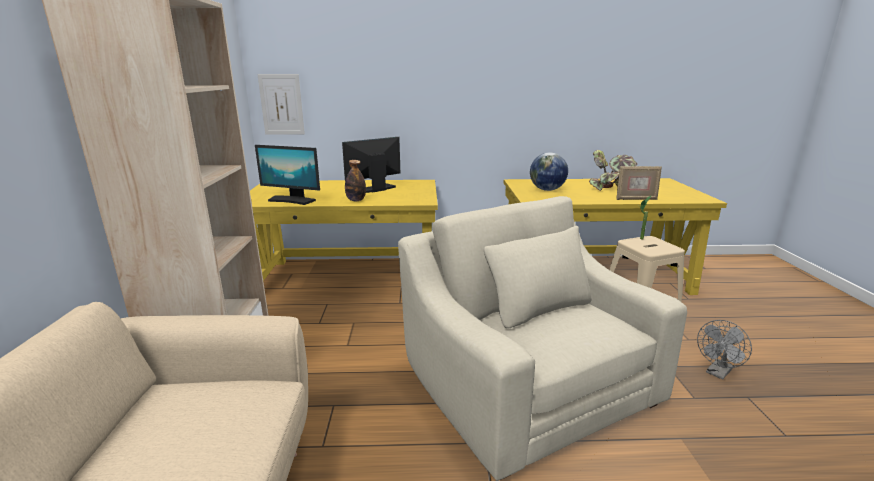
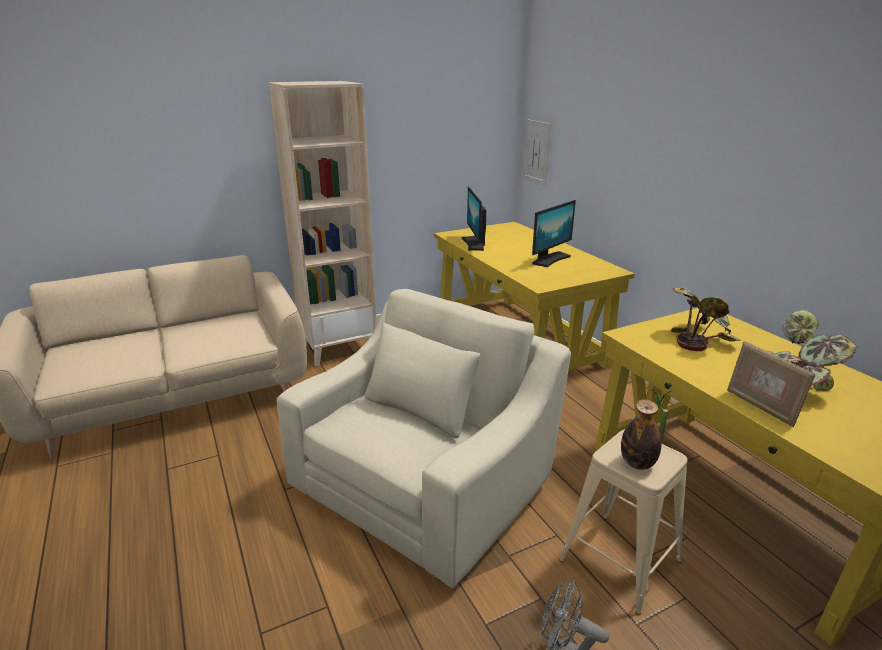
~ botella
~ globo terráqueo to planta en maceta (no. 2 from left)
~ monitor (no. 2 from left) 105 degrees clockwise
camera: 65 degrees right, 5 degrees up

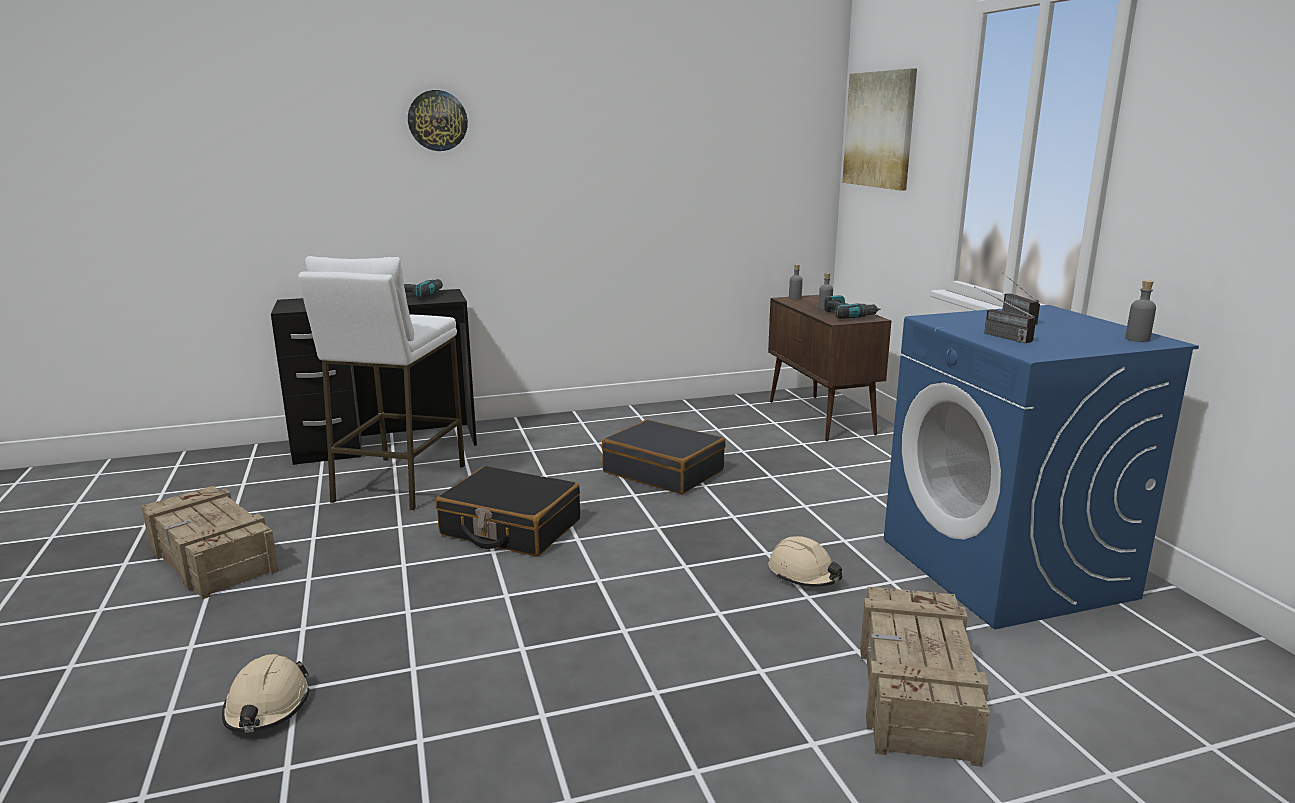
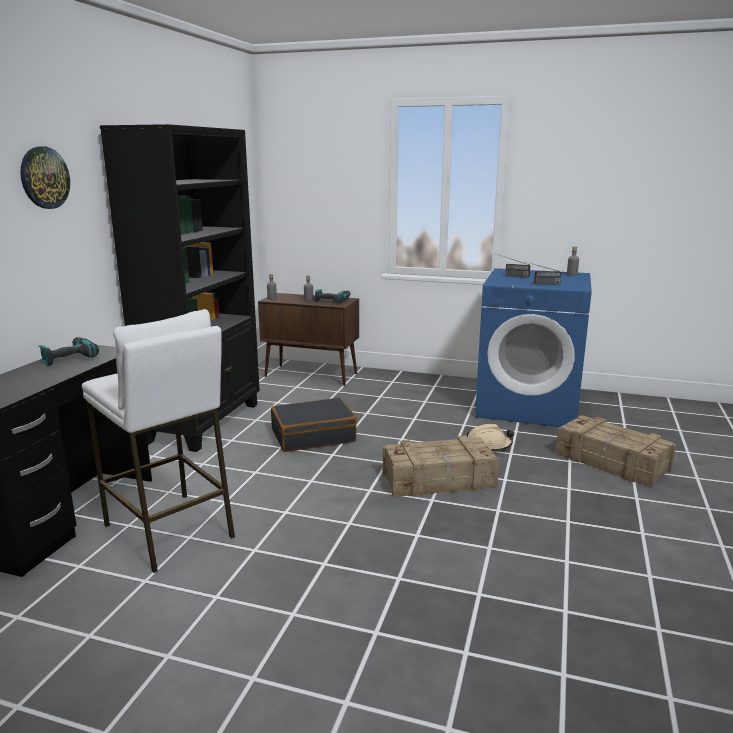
- casco (beis) (no. 1 from left)
- maleta (negro) (no. 1 from left)
- cuadro
+ estantería (negro)
~ caja de embalaje (no. 1 from left)
camera: 55 degrees left, 0 degrees up

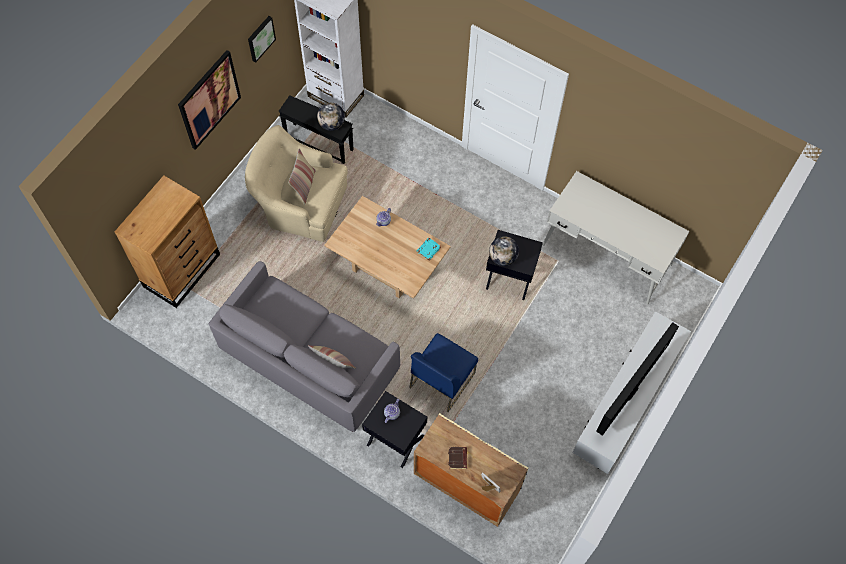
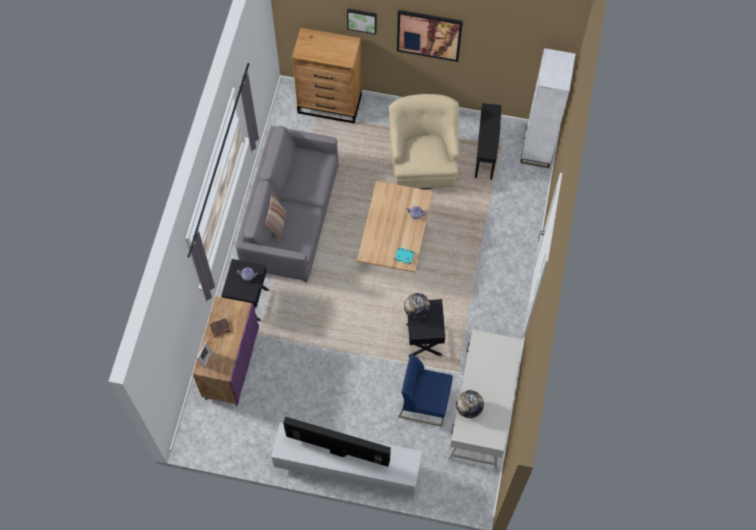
- cojín (no. 1 from left)
~ cuadro (no. 2 from left in the first image) to cuadro (no. 1 from left)
~ globo terráqueo (no. 1 from left in the first image) to globo terráqueo (no. 2 from left)
~ silla (azul)
~ armario (beis) to armario (morado)
camera: 70 degrees right, 0 degrees up

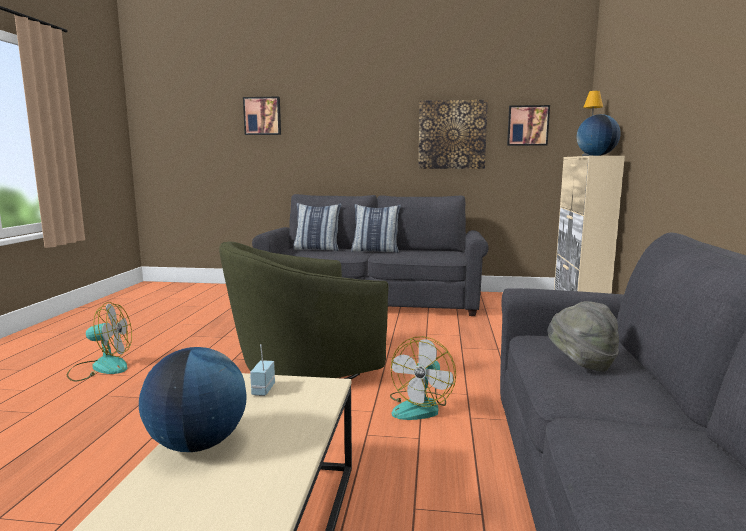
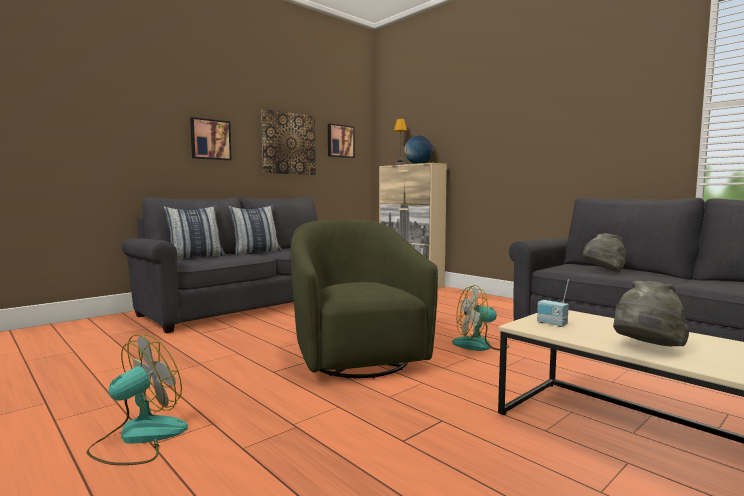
~ cuadro (no. 1 from left)
~ globo terráqueo (no. 1 from left) to sombrero (gris) (no. 2 from left)
~ sillón (verde) 150 degrees clockwise
~ ventilador (no. 2 from left) 105 degrees clockwise
camera: 50 degrees left, 5 degrees down

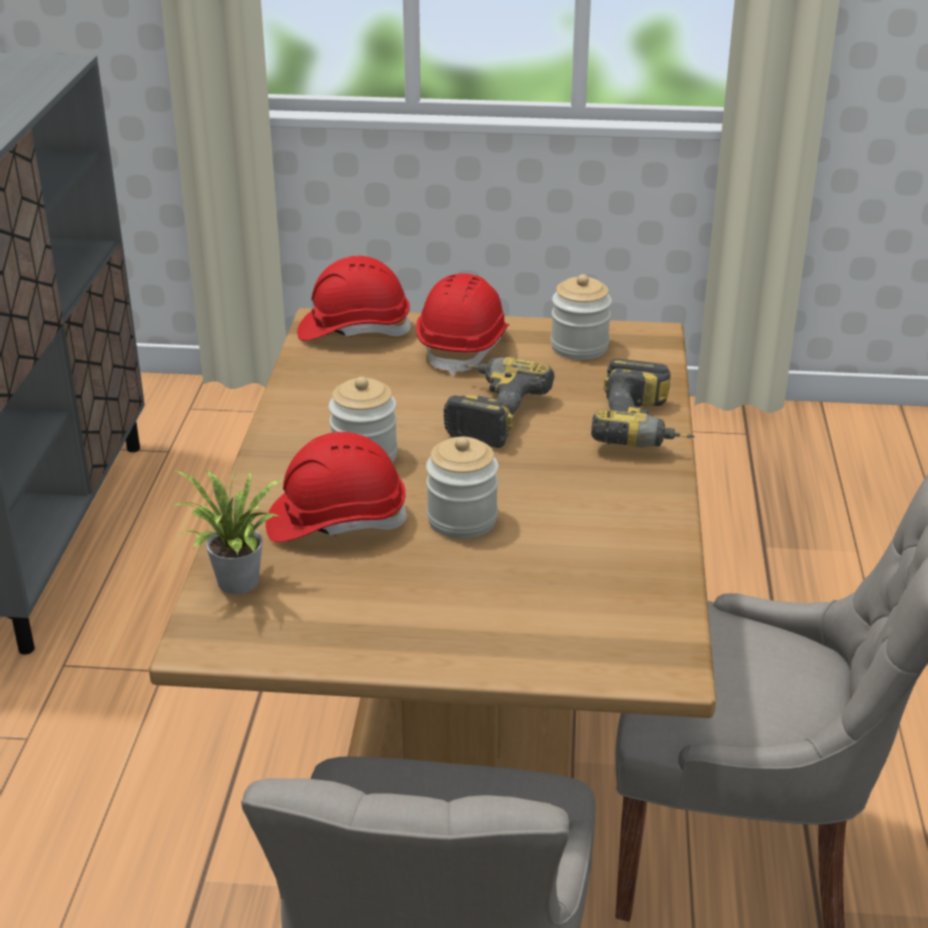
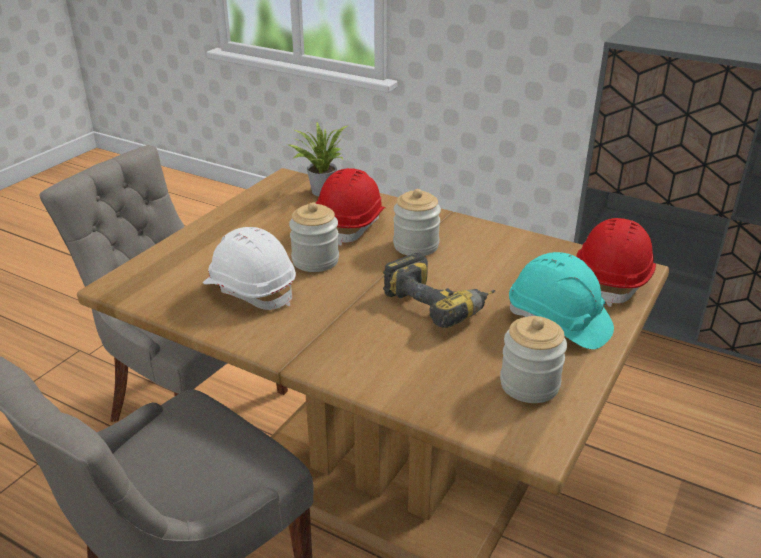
- taladro (no. 2 from left)
+ casco (blanco)
~ casco (rojo) (no. 3 from left) to casco (turquesa)
camera: 115 degrees right, 0 degrees up

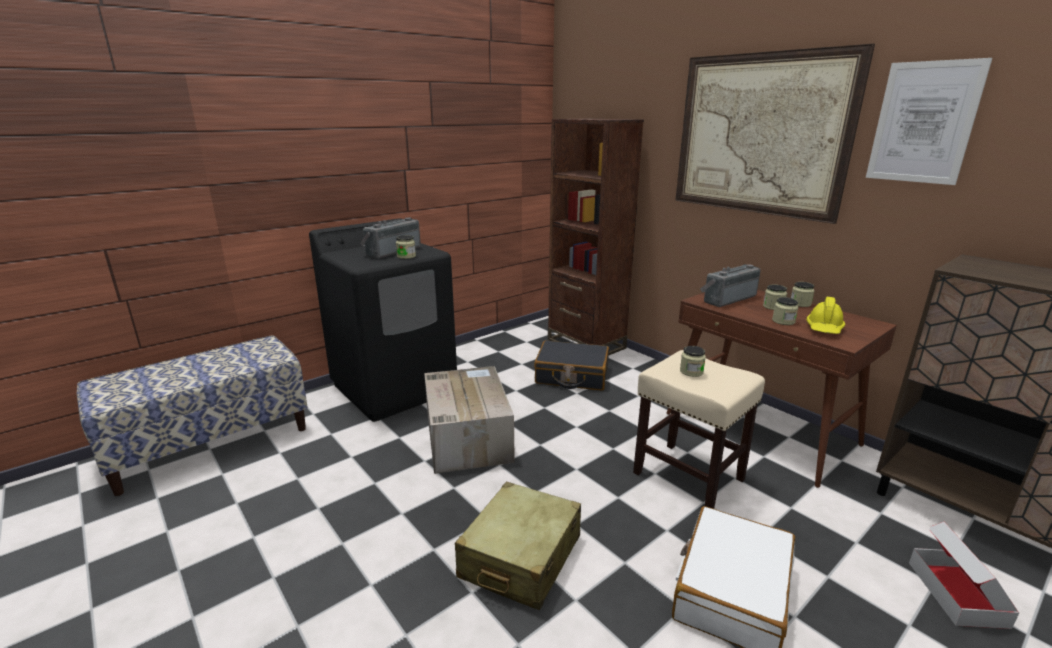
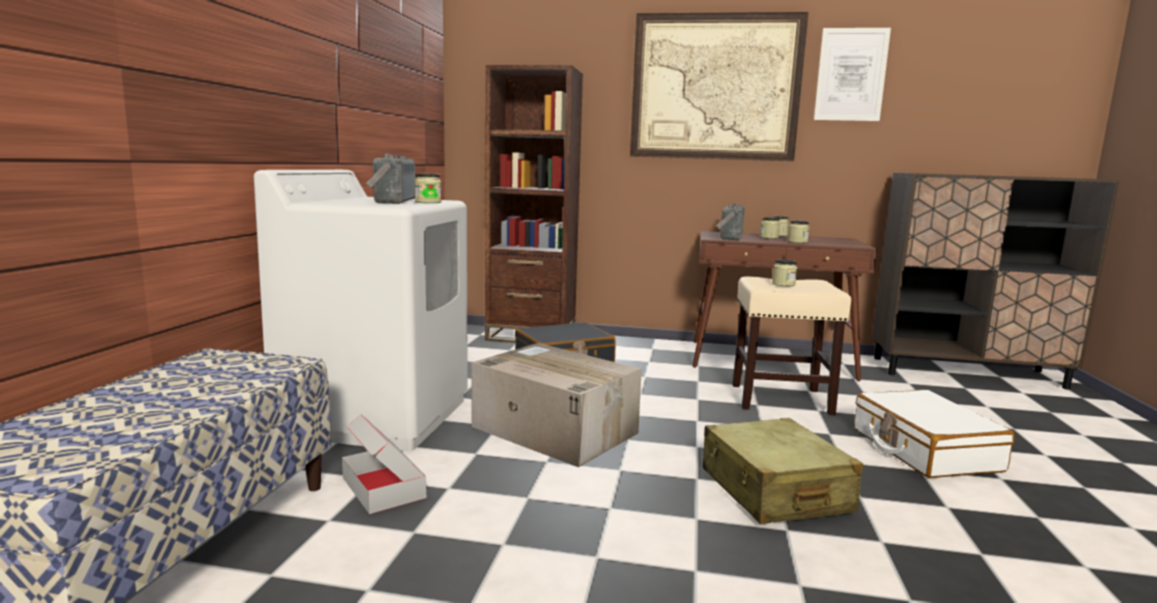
- casco (amarillo)
~ caja de cartón (no. 2 from left in the first image) to caja de cartón (no. 1 from left)
~ lavadora (negro) to lavadora (blanco)
camera: 40 degrees left, 10 degrees down

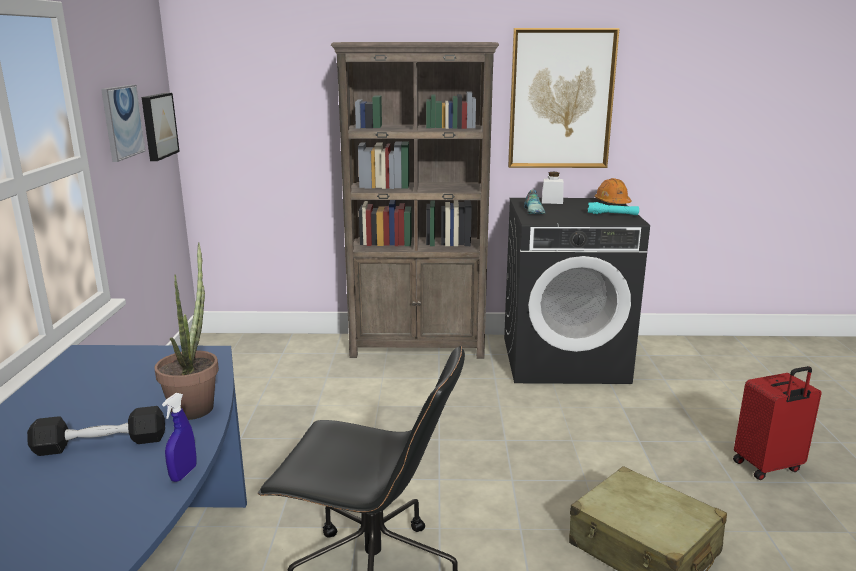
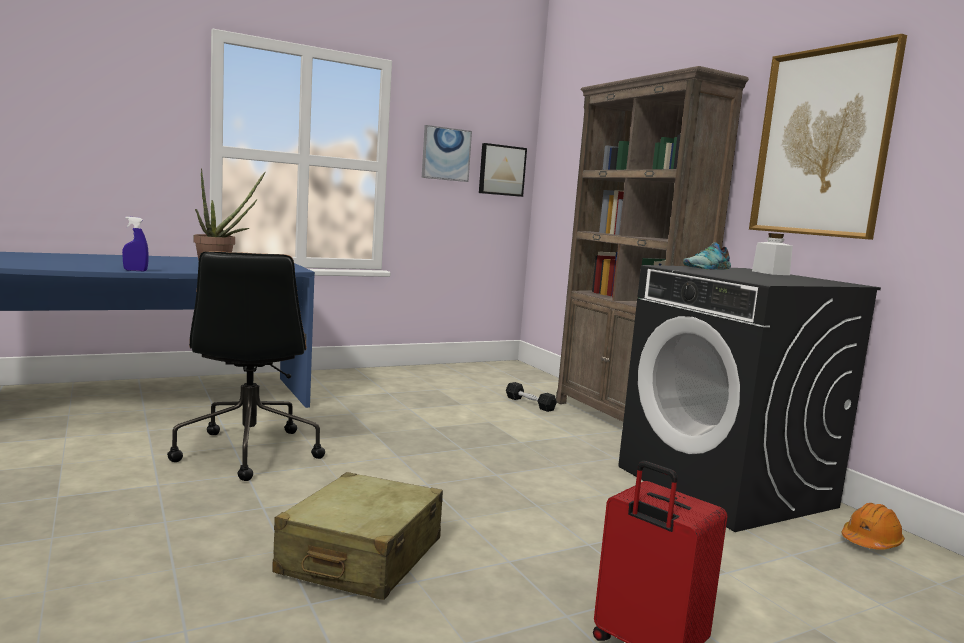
- linterna (turquesa)
~ mancuerna (negro)
~ casco (naranja)
camera: 60 degrees right, 10 degrees down

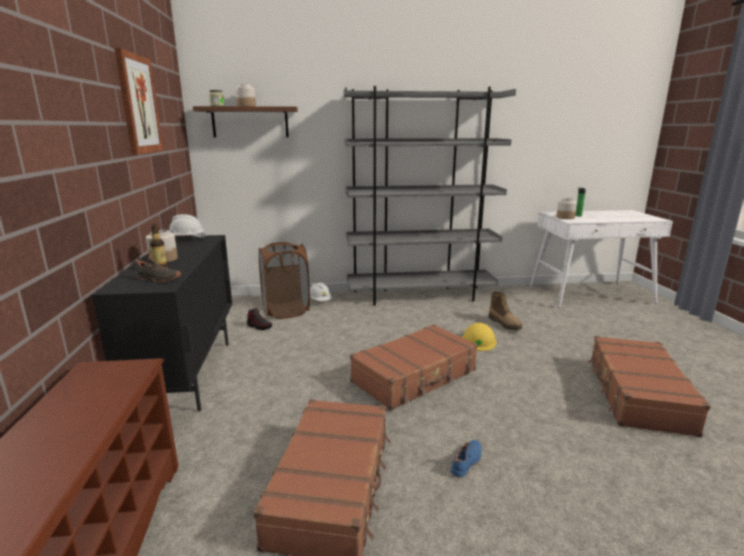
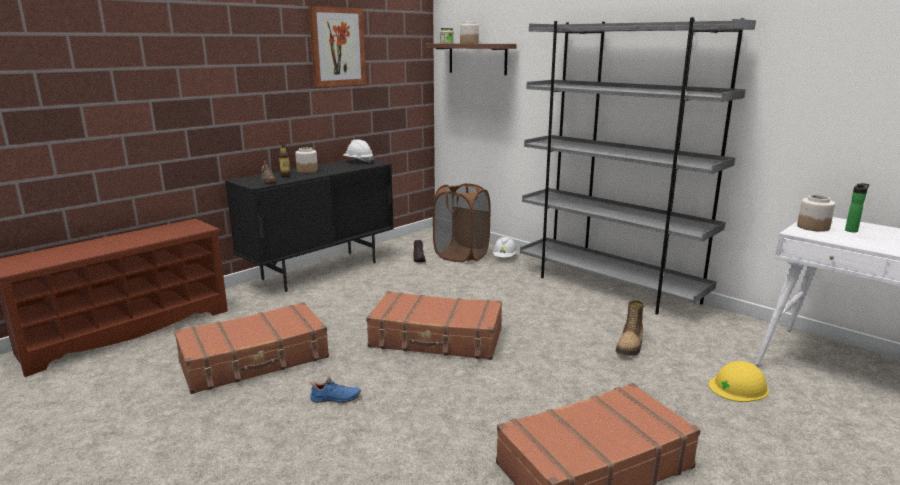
~ casco (amarillo)
camera: 50 degrees right, 0 degrees up

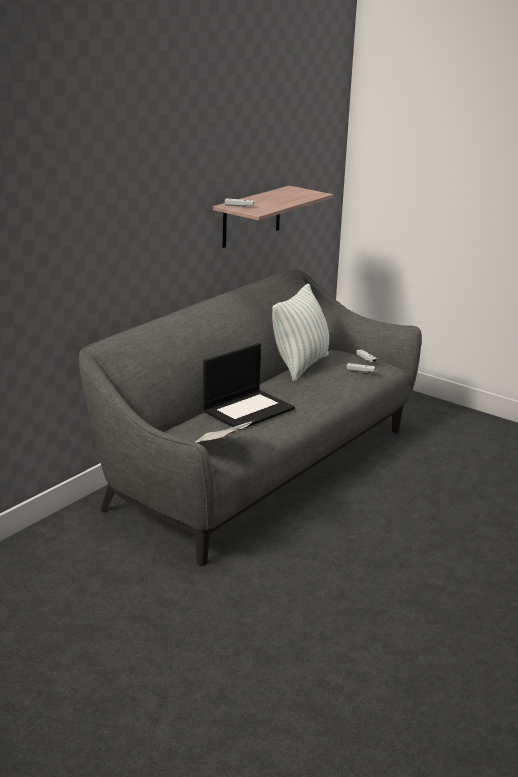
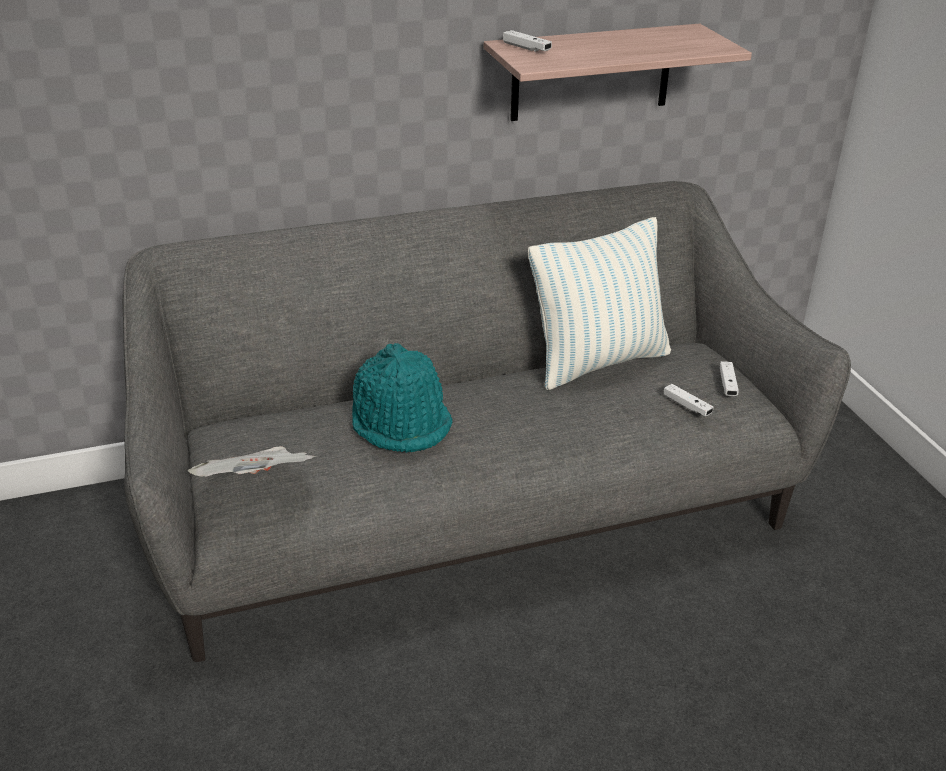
~ portátil to sombrero (turquesa)
camera: 35 degrees right, 10 degrees up

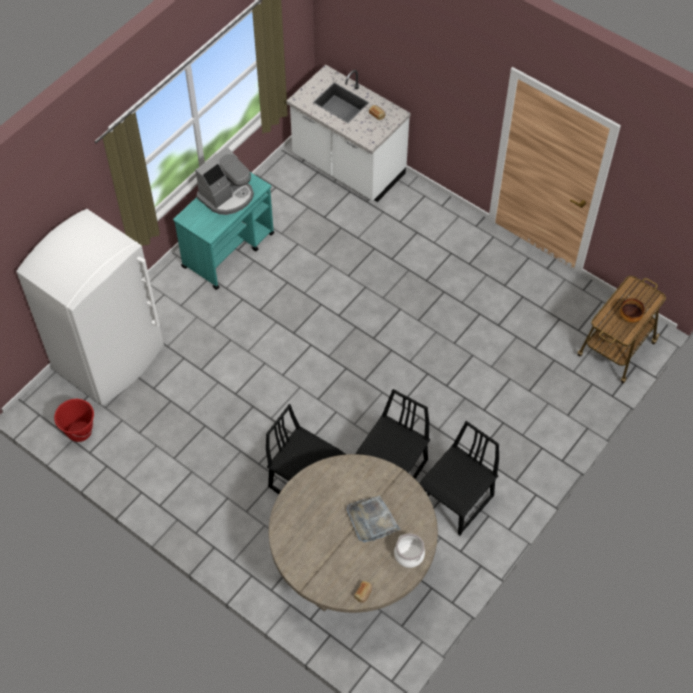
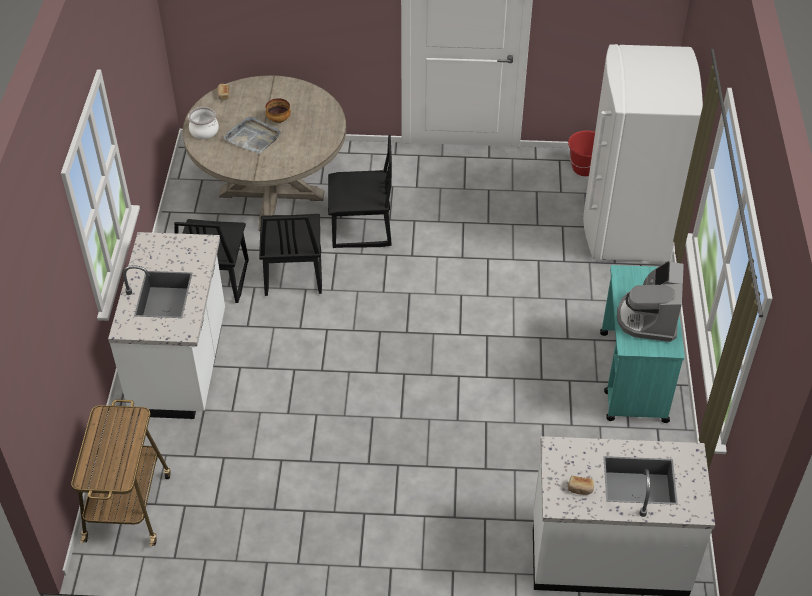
+ mueble bajo de cocina (blanco) (no. 1 from left)
~ cuenco
camera: 145 degrees right, 10 degrees down

